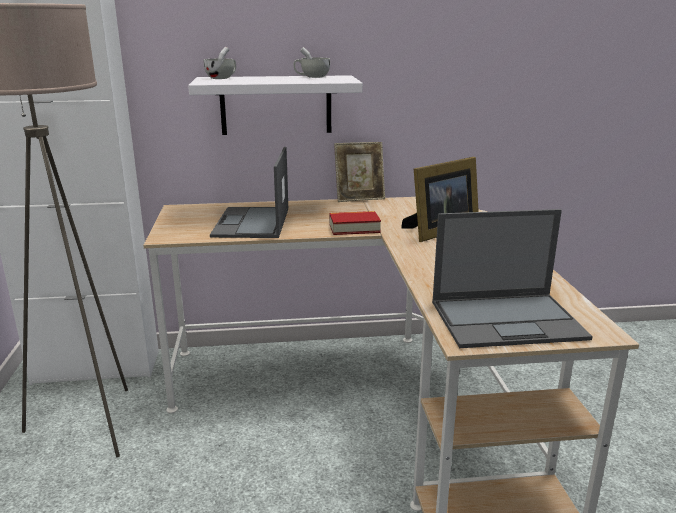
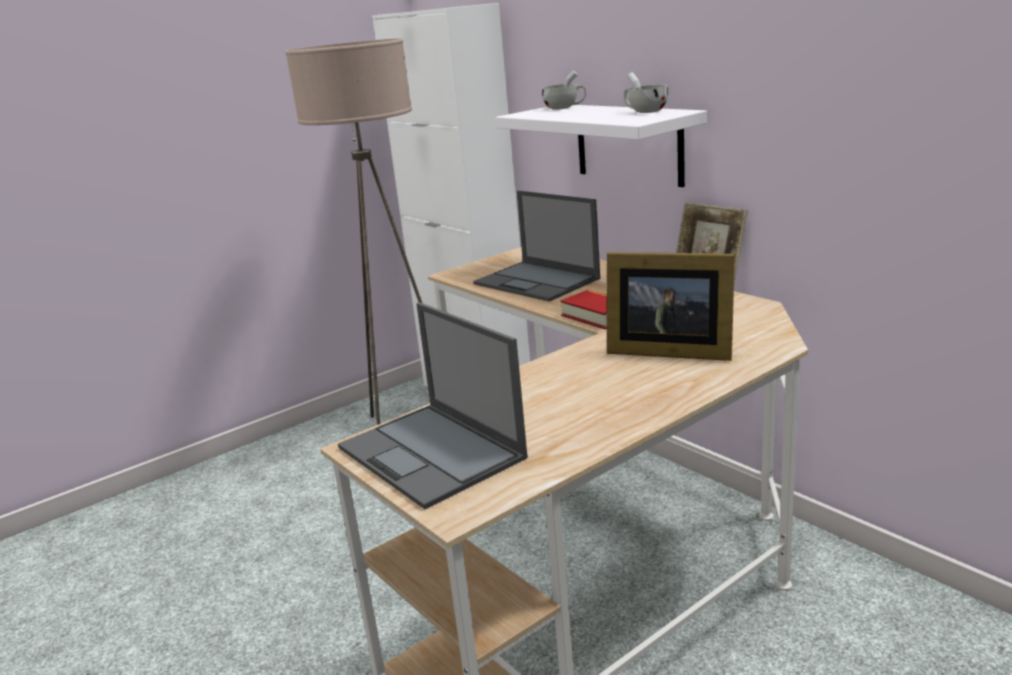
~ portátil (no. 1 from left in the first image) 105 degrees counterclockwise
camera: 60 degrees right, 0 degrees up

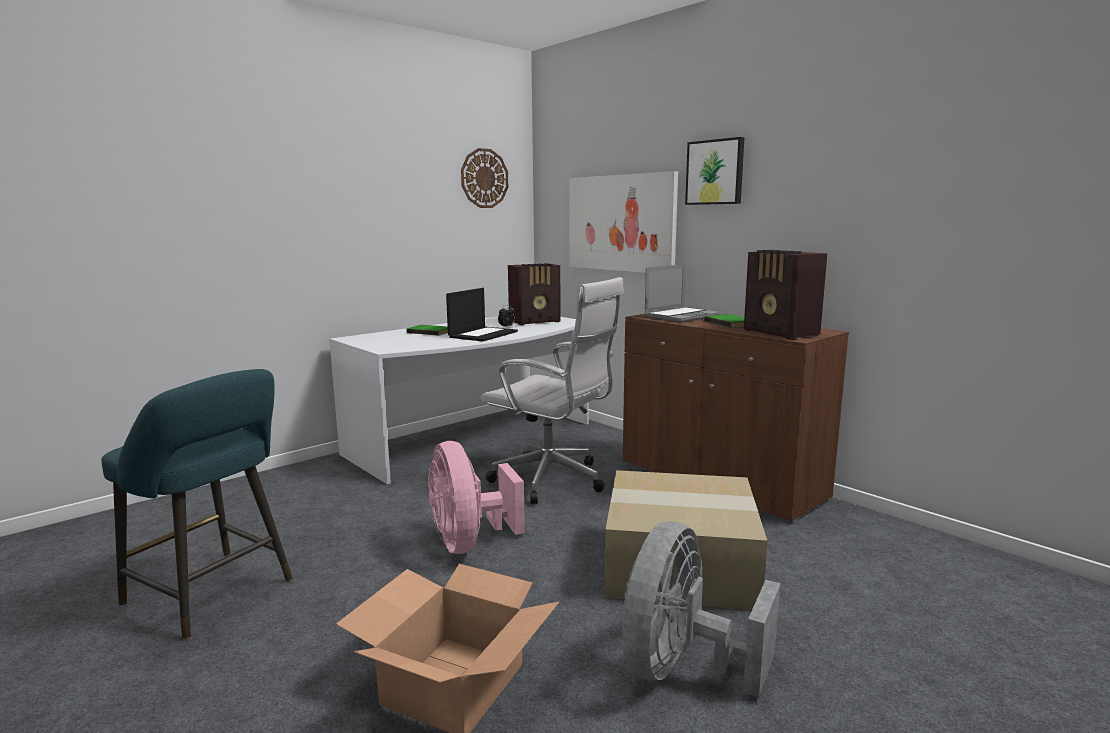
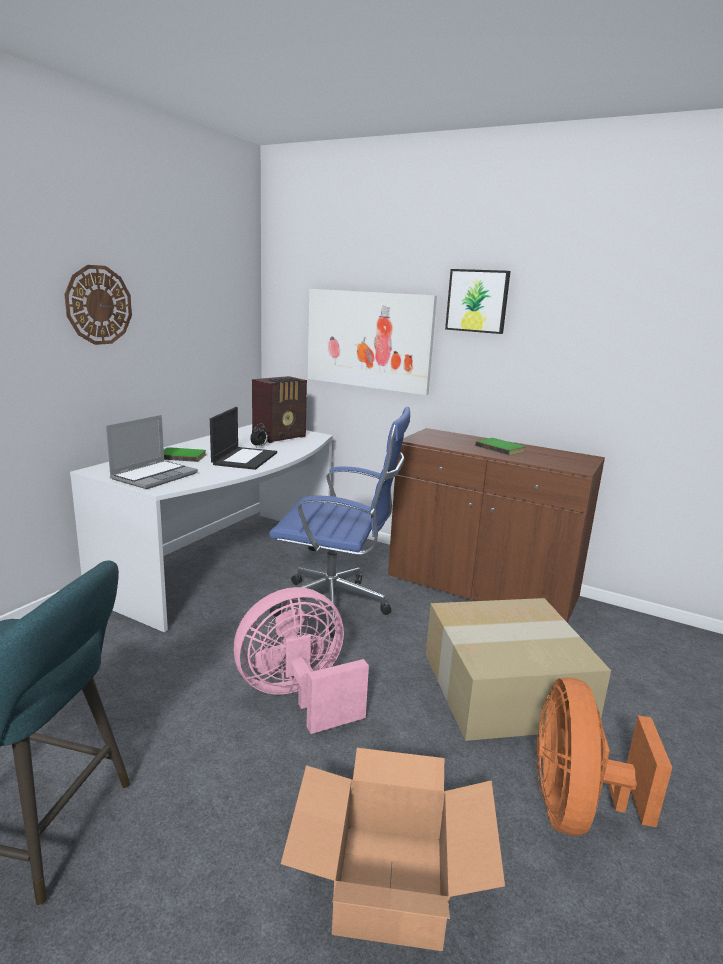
- radio (no. 2 from left)
~ reloj de pared
~ portátil (no. 2 from left in the first image) to portátil (no. 1 from left)
~ silla de oficina (blanco) to silla de oficina (azul)
~ ventilador (gris) to ventilador (naranja)
~ ventilador (rosa) 105 degrees clockwise
camera: 20 degrees left, 5 degrees up

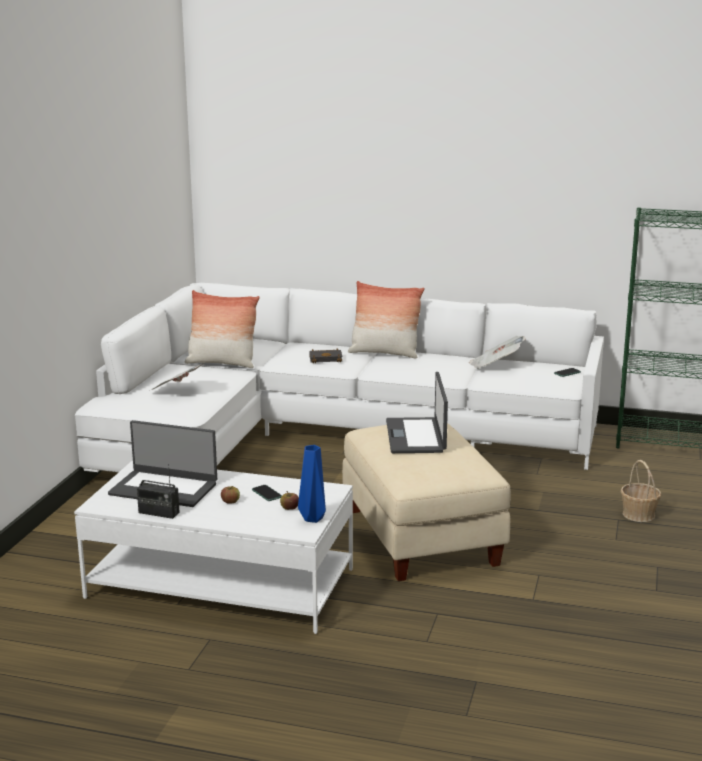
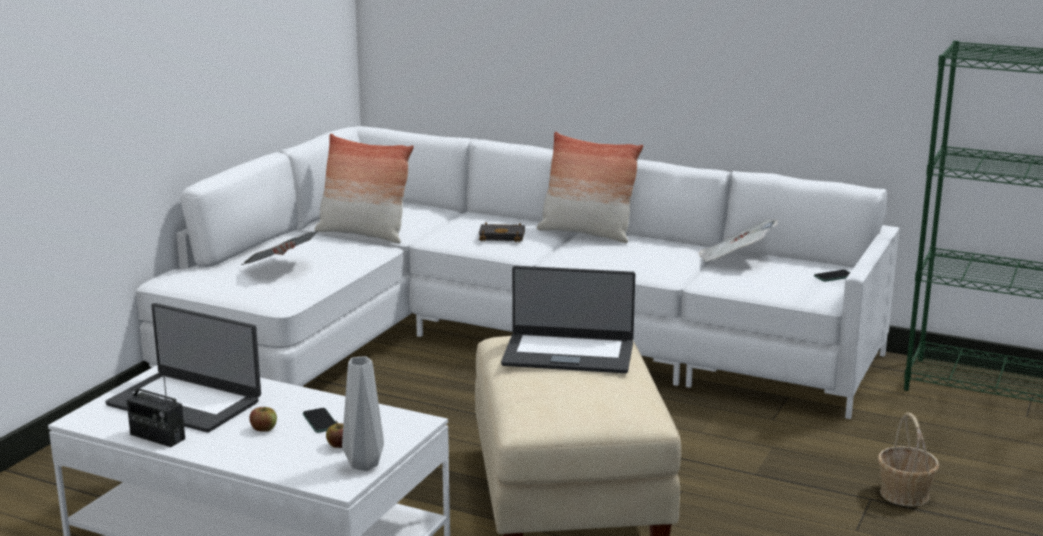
~ florero (azul) to florero (gris)
~ portátil (no. 2 from left) 90 degrees counterclockwise
camera: 10 degrees right, 0 degrees up

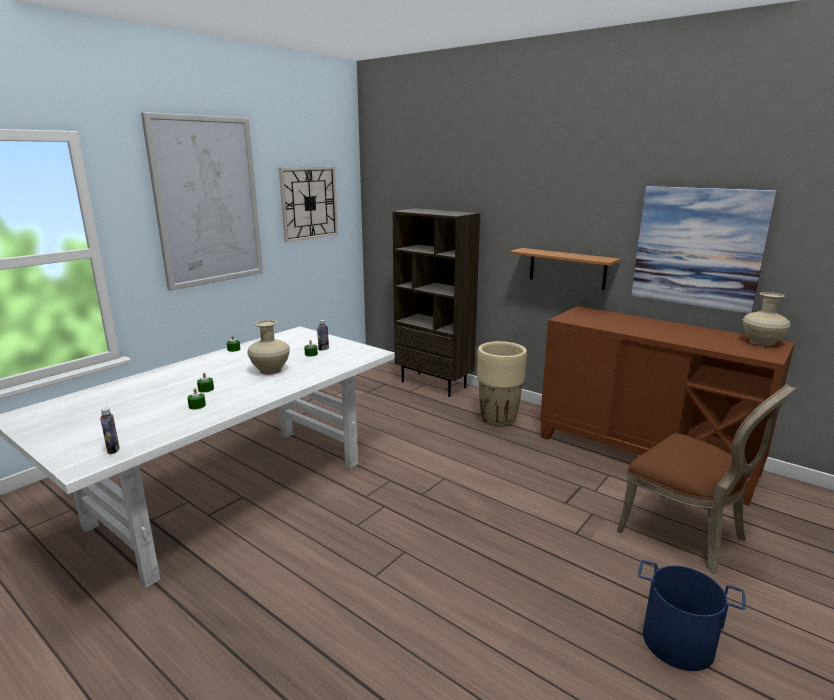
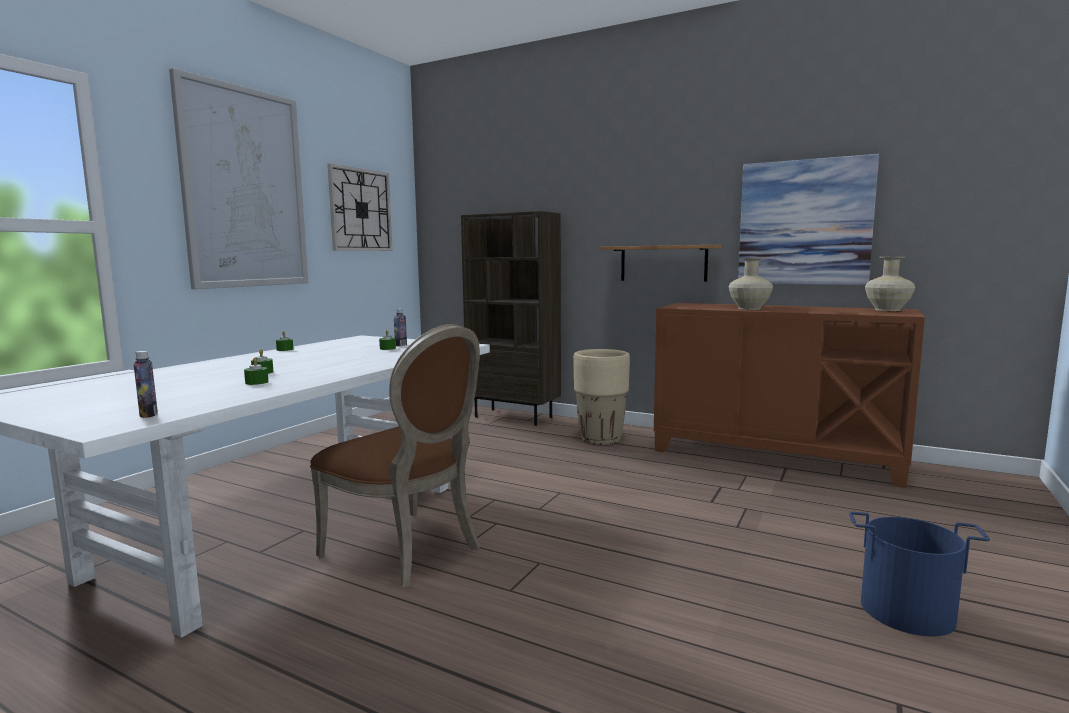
~ florero (beis) (no. 1 from left)
~ silla (marrón)
camera: 10 degrees left, 10 degrees down

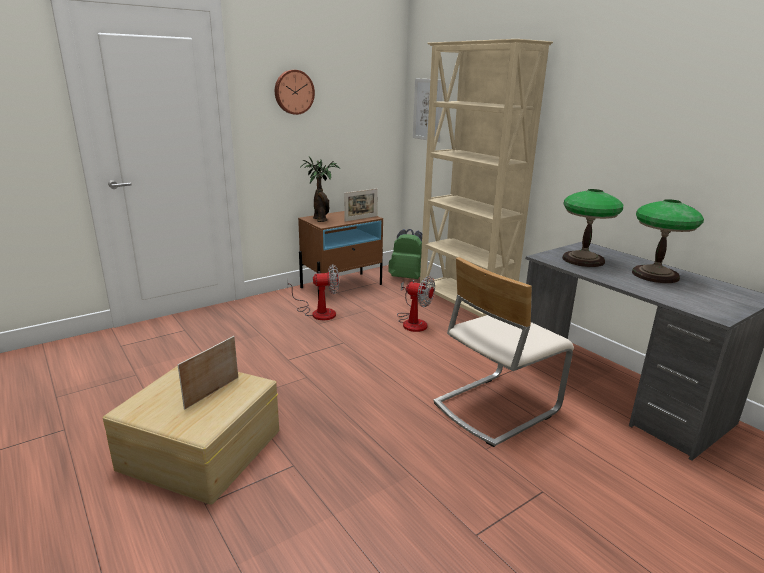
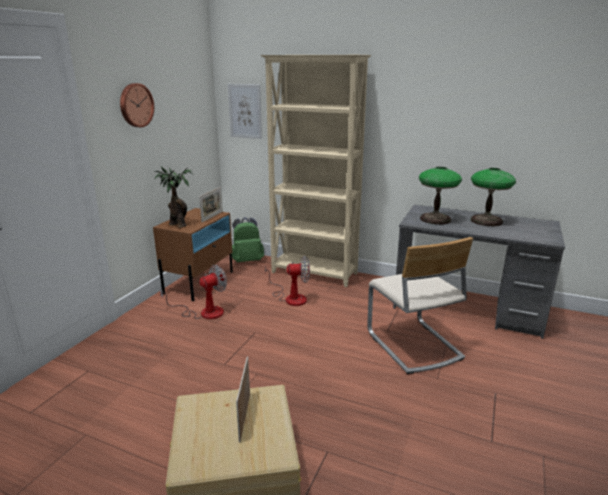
~ silla (beis) 45 degrees counterclockwise
camera: 30 degrees left, 0 degrees up

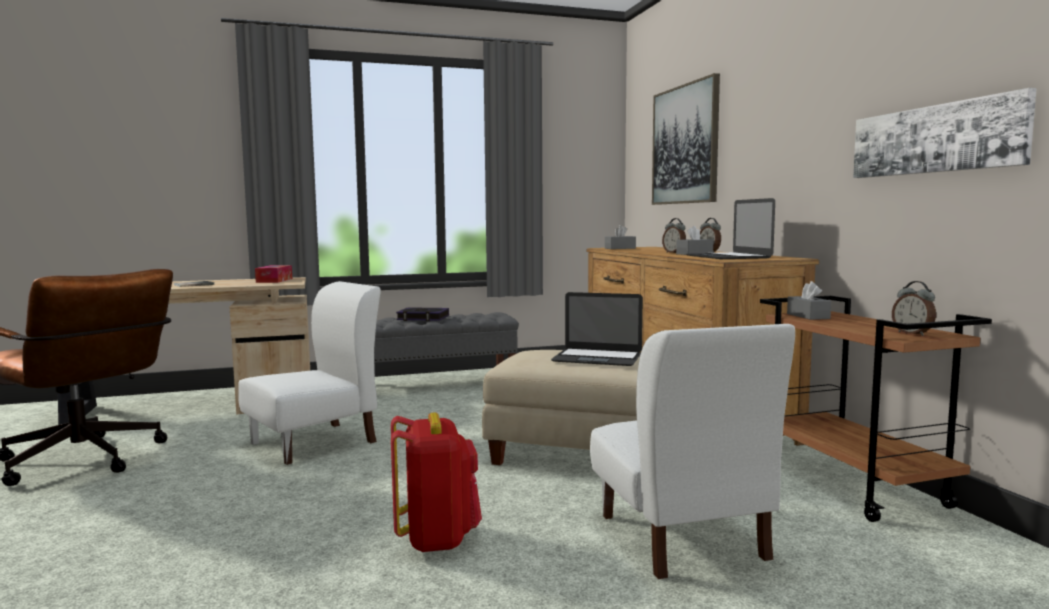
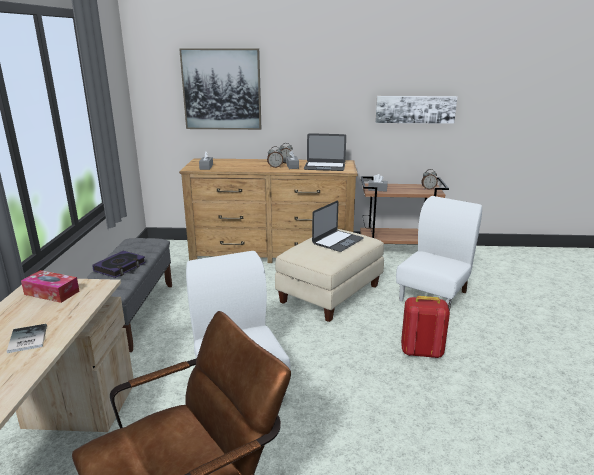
~ silla (blanco) (no. 2 from left) 60 degrees counterclockwise
camera: 70 degrees left, 15 degrees up

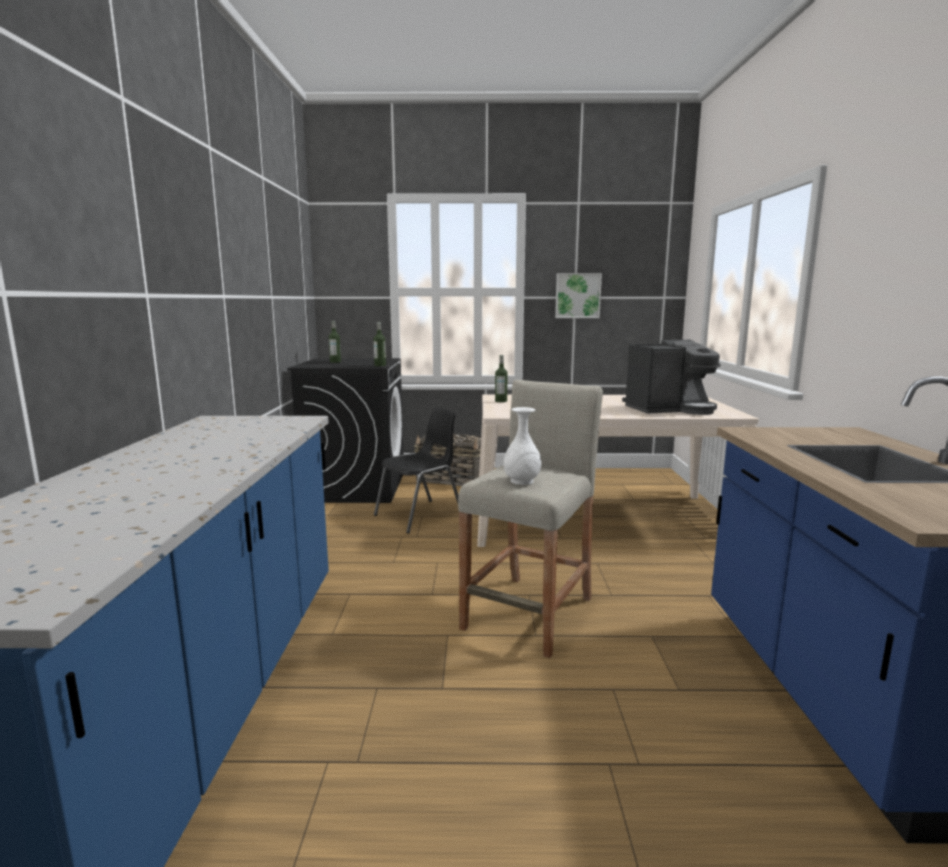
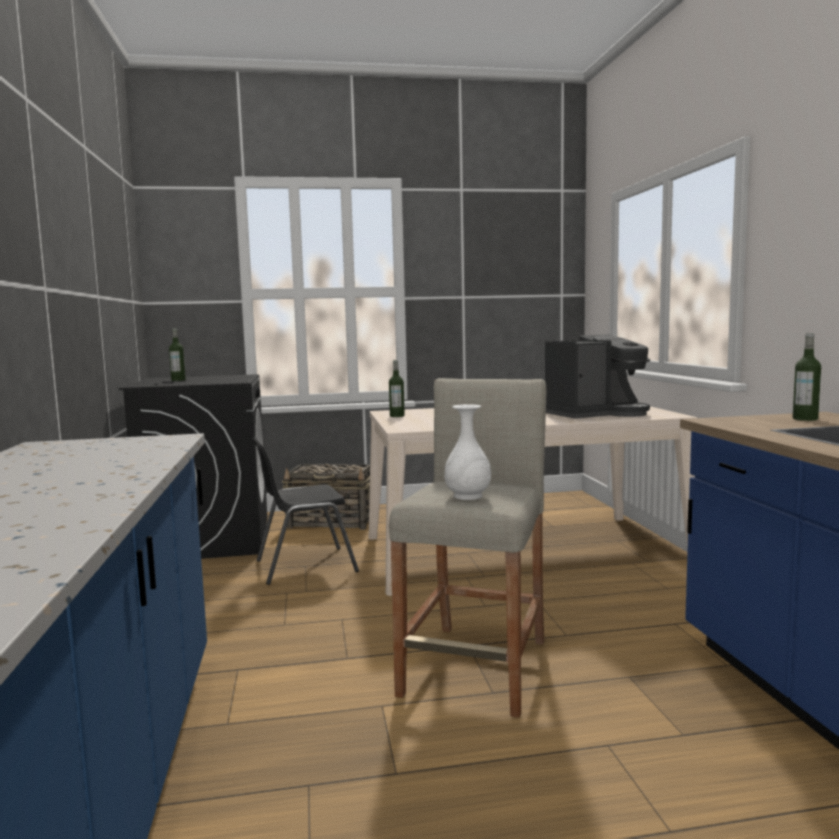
- cuadro
~ botella (no. 2 from left in the first image) to botella (no. 3 from left)
~ silla (negro) 150 degrees counterclockwise
camera: 10 degrees left, 5 degrees down

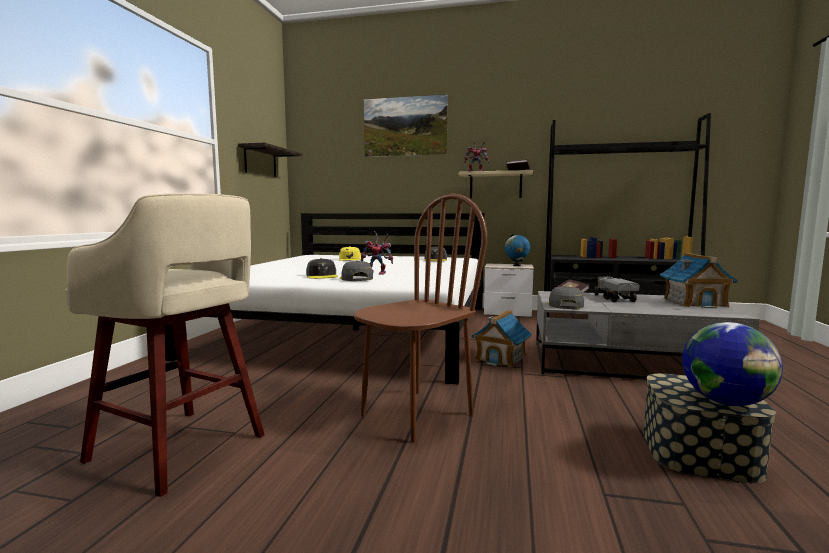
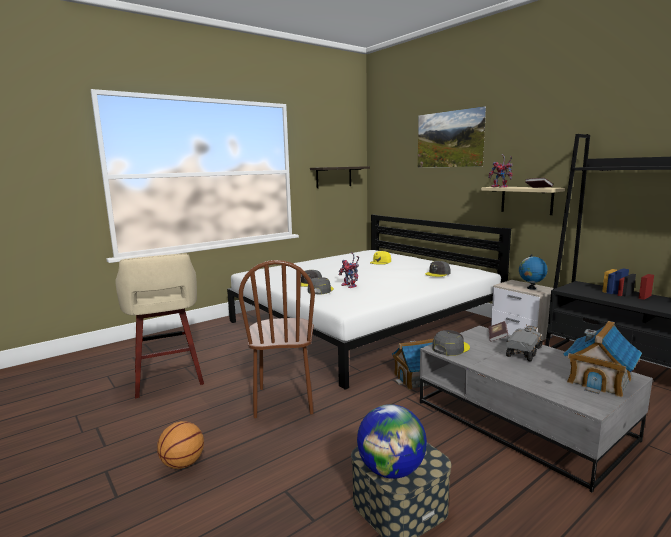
+ balón de baloncesto
~ silla (marrón) 90 degrees clockwise
camera: 40 degrees right, 5 degrees up

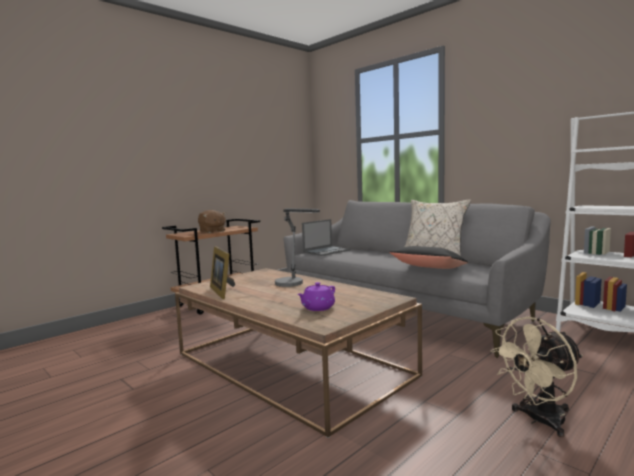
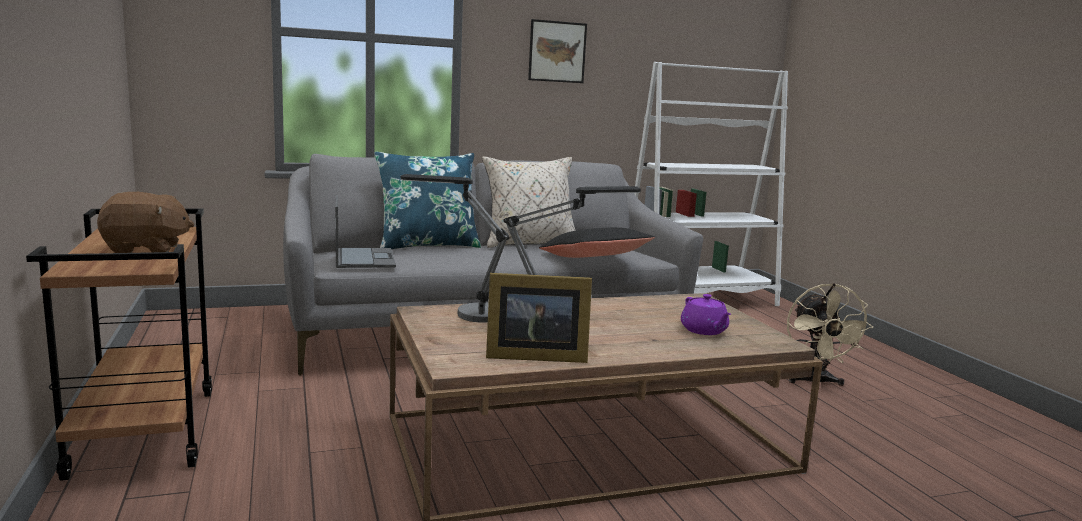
+ cojín (azul)
+ lámpara de mesa (no. 1 from left)
+ cuadro
camera: 65 degrees left, 5 degrees up

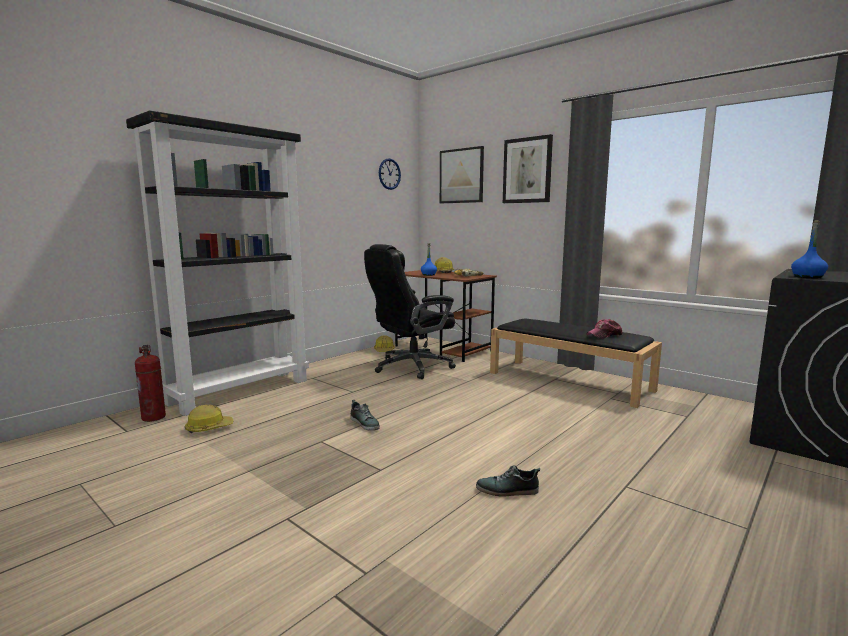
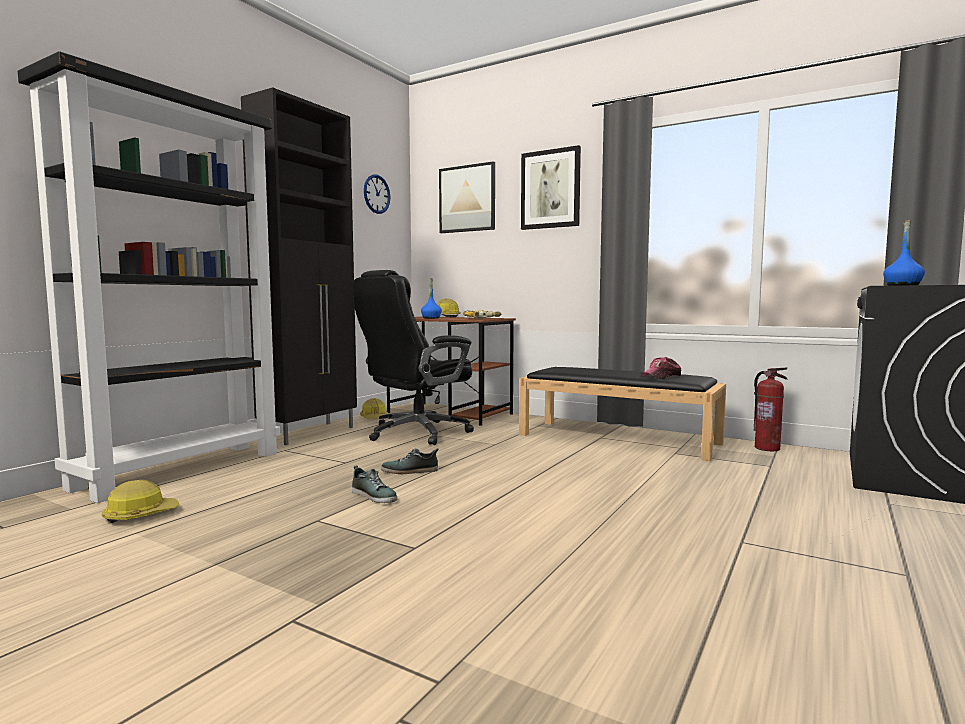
+ armario (negro)
~ extintor
~ zapato (no. 2 from left)
camera: 10 degrees left, 5 degrees down

